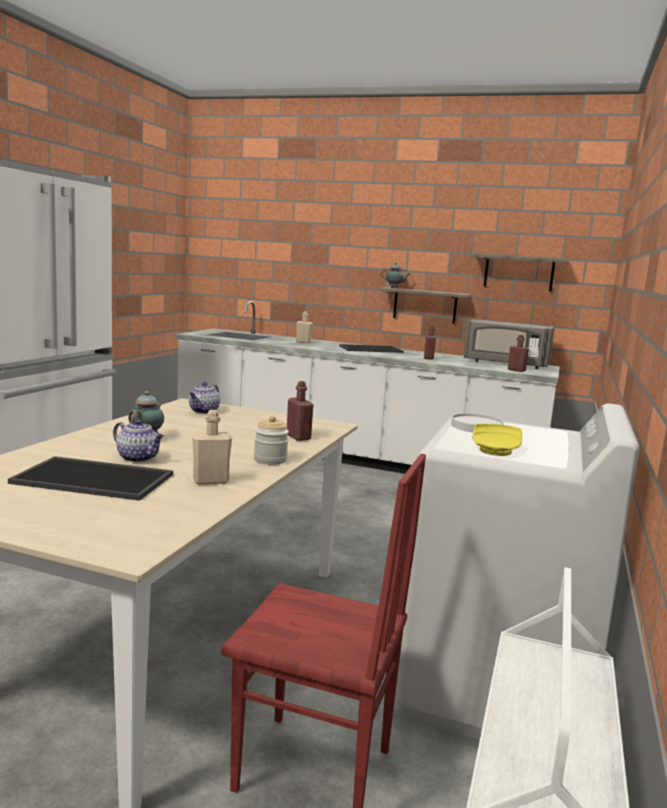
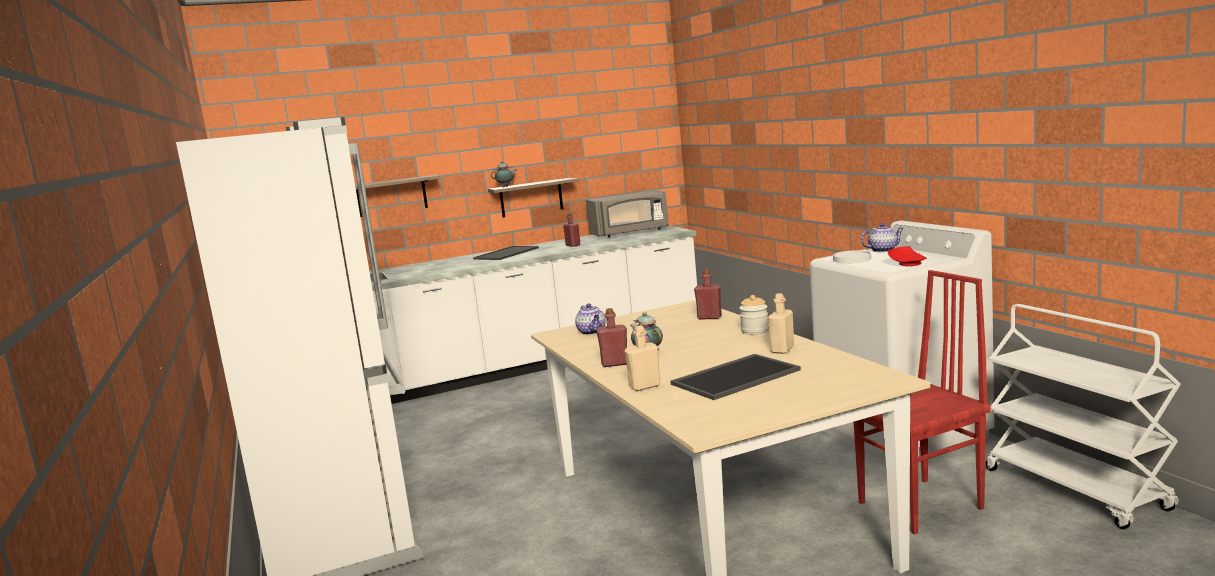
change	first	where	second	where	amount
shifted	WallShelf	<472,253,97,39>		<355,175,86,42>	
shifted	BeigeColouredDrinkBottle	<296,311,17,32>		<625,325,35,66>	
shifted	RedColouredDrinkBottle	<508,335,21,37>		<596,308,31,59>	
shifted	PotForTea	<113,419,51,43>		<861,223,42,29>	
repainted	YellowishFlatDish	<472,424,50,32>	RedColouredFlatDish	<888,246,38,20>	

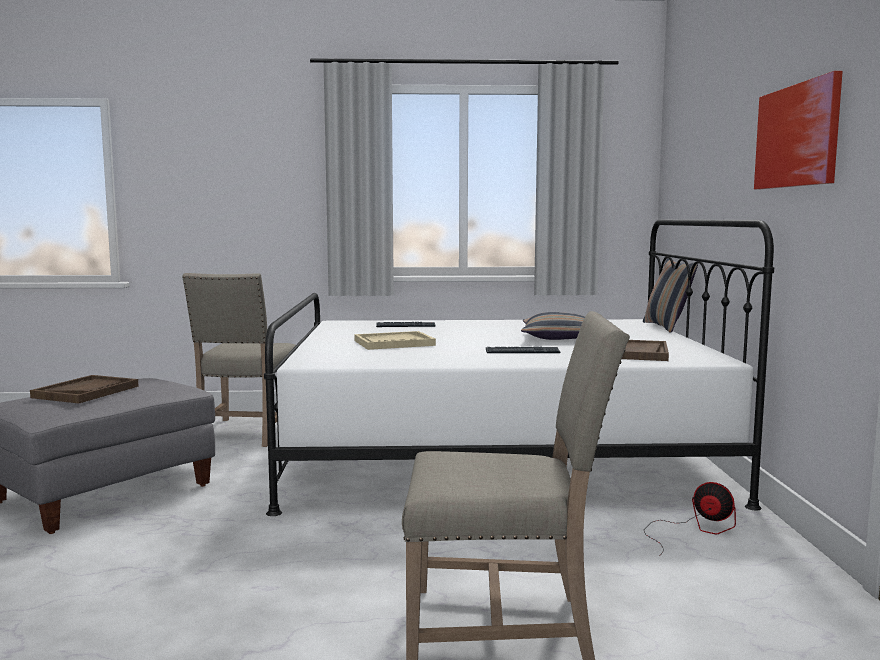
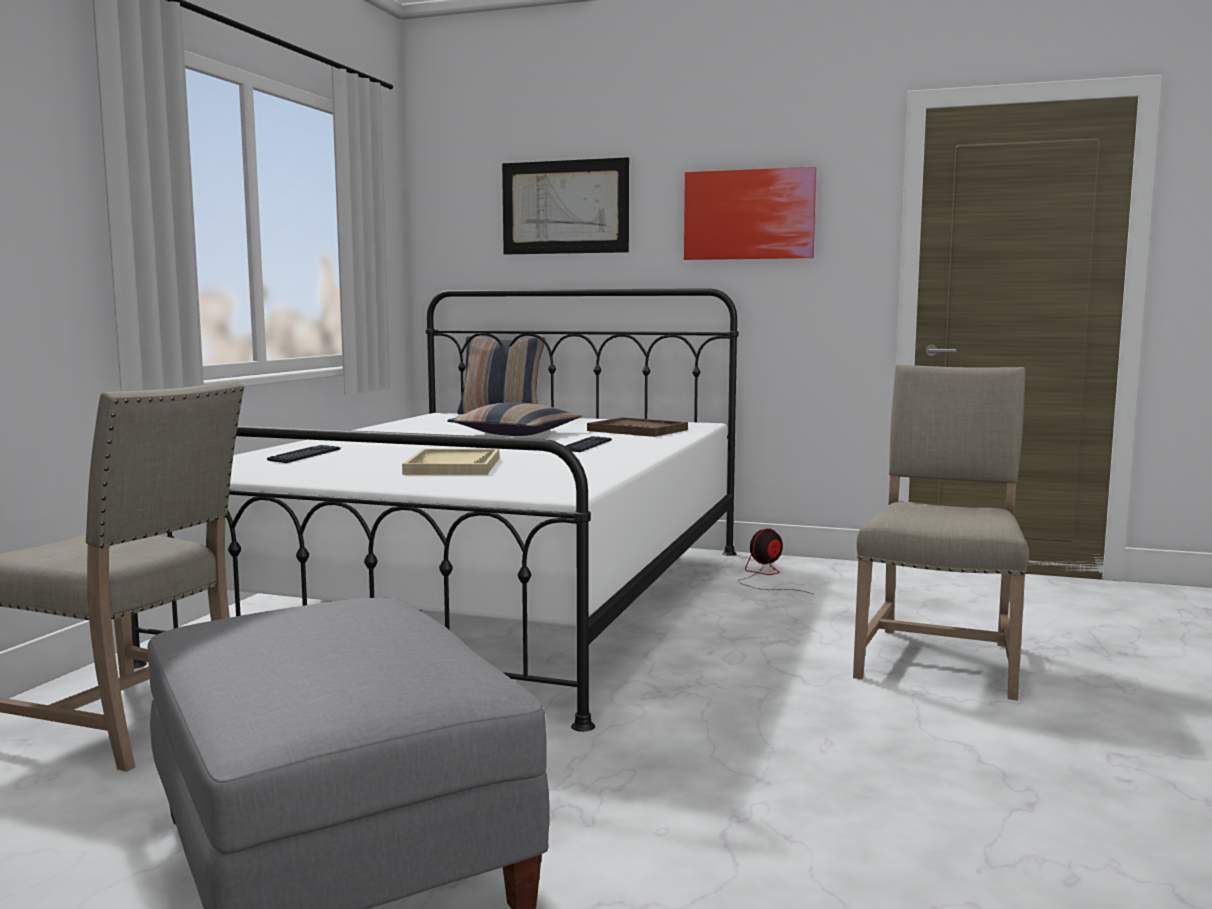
change	first	where	second	where	amount
gone	BrownColouredTray	<30,375,108,28>			
new			Picture	<502,157,127,97>	

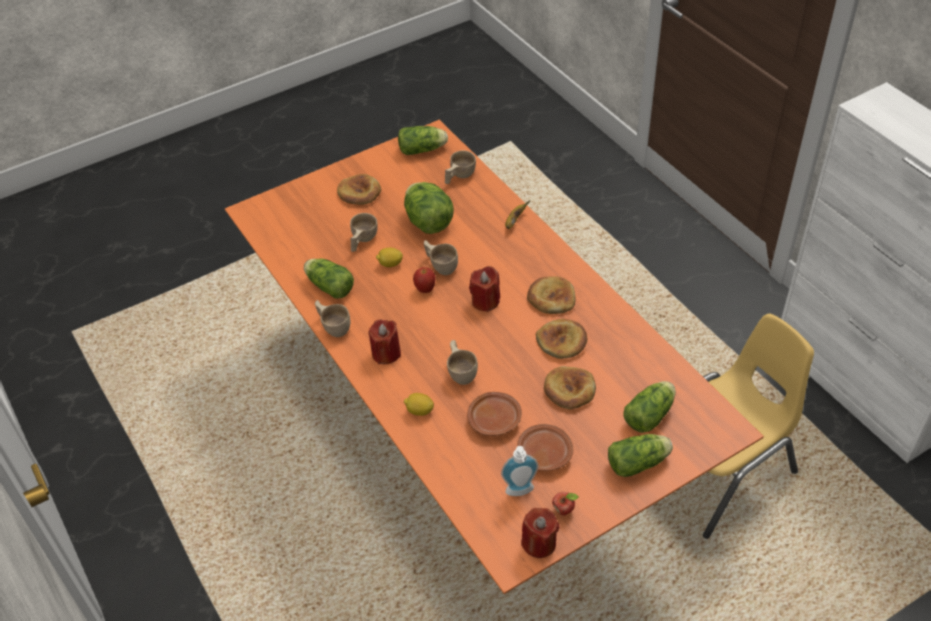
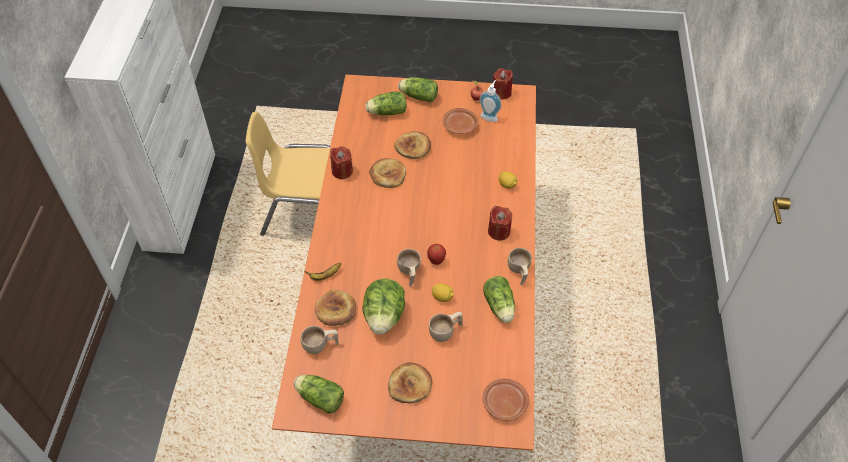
change	first	where	second	where	amount
shifted	RedColouredWaxLight	<469,266,31,46>		<330,146,23,33>	
shifted	Bread	<527,276,49,38>		<315,290,41,36>	
gone	BeigeColouredCup	<447,340,31,45>			
shifted	BrownColouredFlatDish	<467,392,55,44>		<483,379,46,42>	

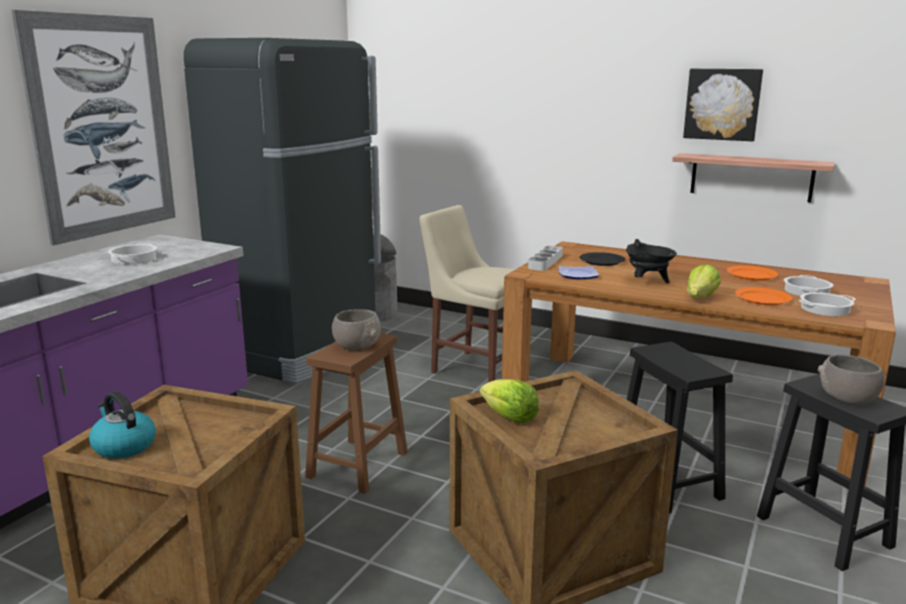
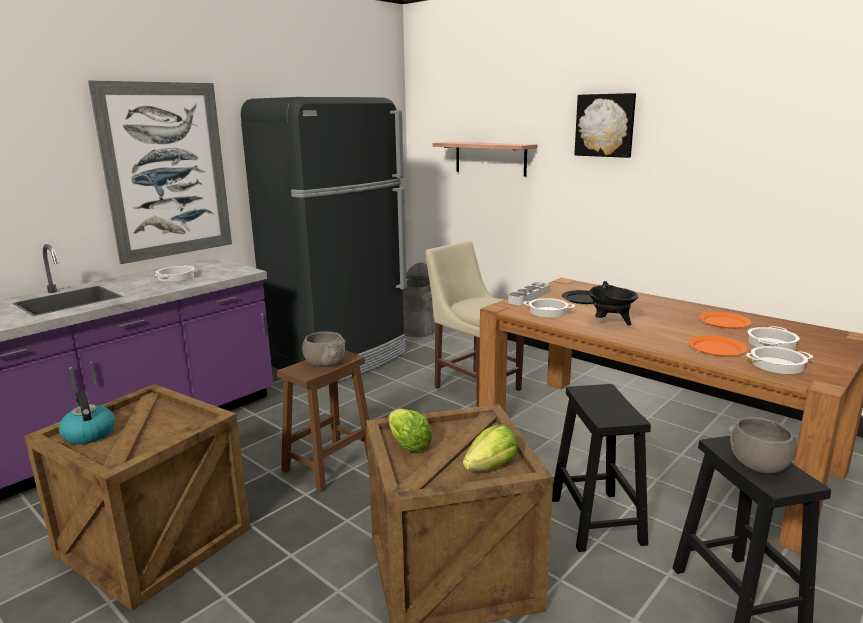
change	first	where	second	where	amount
shifted	Picture	<683,69,80,72>		<574,93,62,65>	
shifted	WallShelf	<672,153,163,50>		<432,142,105,35>	
shifted	Lettuce	<687,264,34,34>		<463,425,55,46>	
swapped	FlatDish	<558,266,41,13>	CookingPot	<523,298,52,20>	

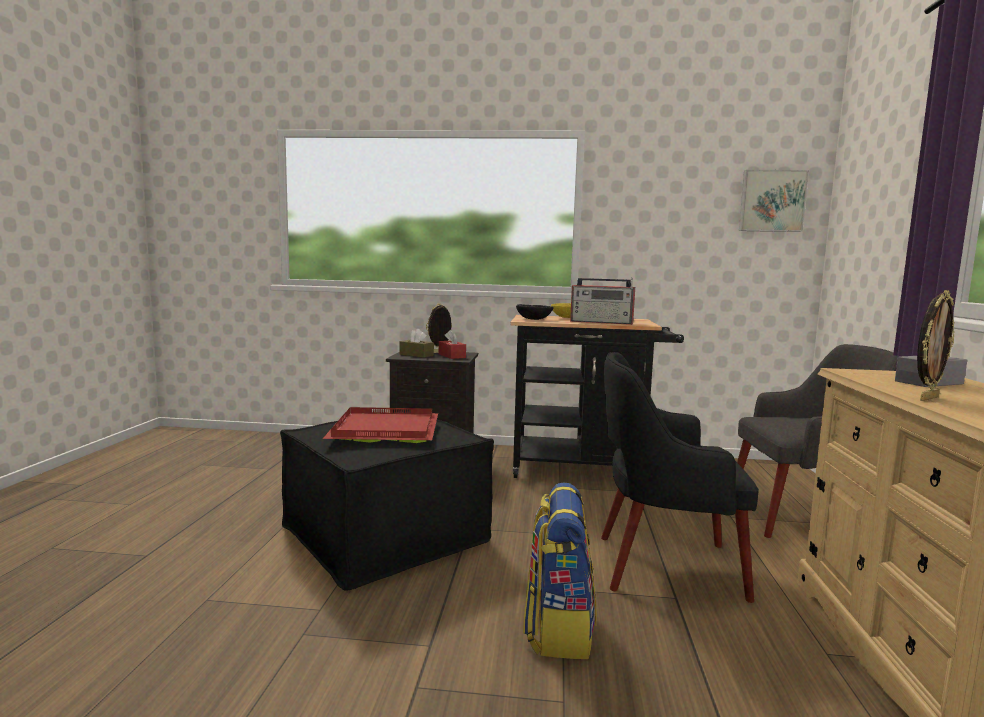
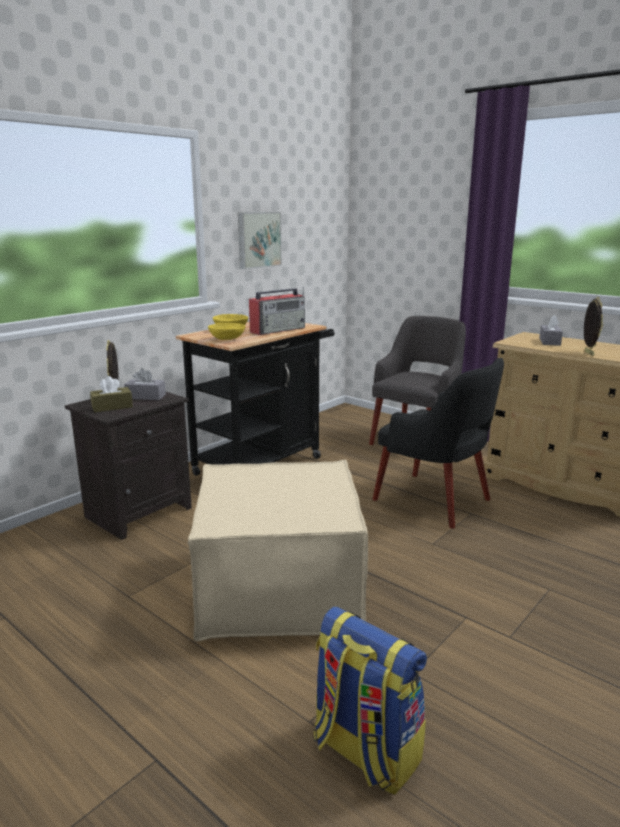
change	first	where	second	where	amount
shifted	Picture	<739,170,70,62>		<238,212,44,57>	
repainted	BlackishDeepDish	<516,304,37,16>	YellowishDeepDish	<208,323,38,17>	
repainted	RedColouredBoxOfTissues	<439,330,27,29>	GreyishBoxOfTissues	<124,368,42,32>	
rotated	BlackishArmchair	<601,352,158,251>		<373,358,131,171>	90 degrees counterclockwise
gone	RedColouredTray	<323,407,115,36>			
repainted	BlackishPouffe	<280,410,214,181>	BeigeColouredPouffe	<188,460,180,182>	
shifted	Backpack	<523,483,74,176>		<313,607,114,188>	

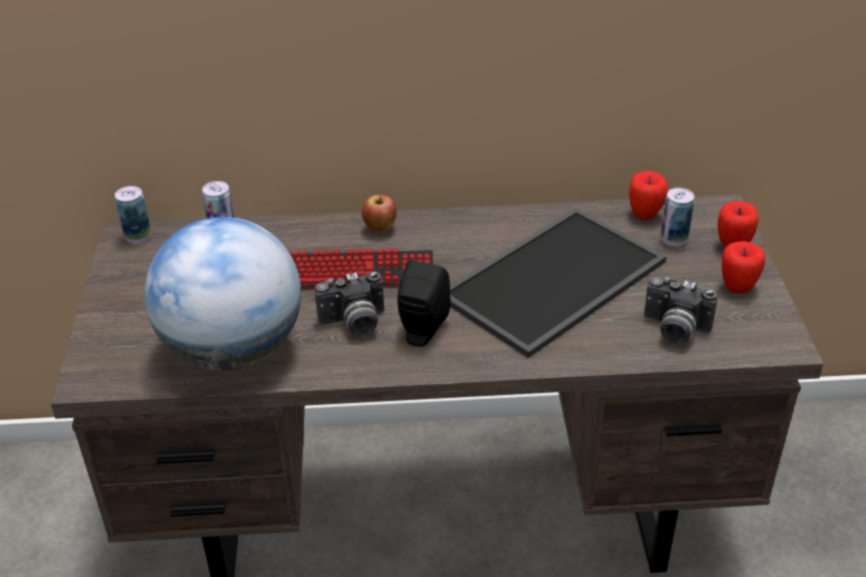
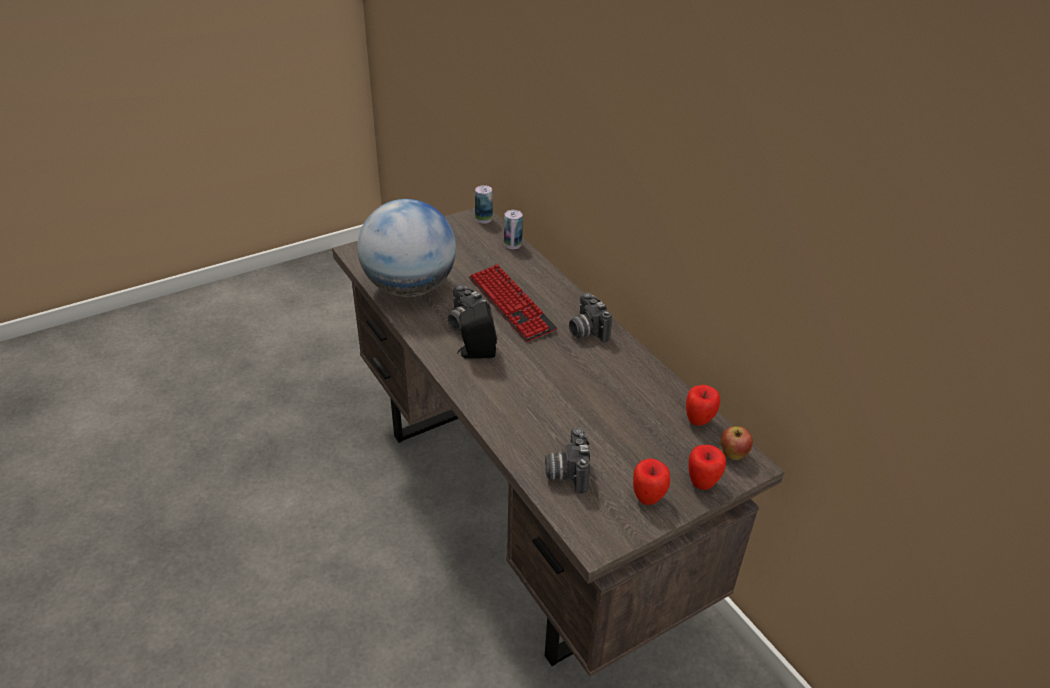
change	first	where	second	where	amount
gone	SealedCan	<661,188,33,58>			
shifted	AppleFruit	<362,195,35,37>		<721,426,32,34>	
gone	Tray	<450,208,217,150>			
new			PhotoCamera	<569,292,43,50>	

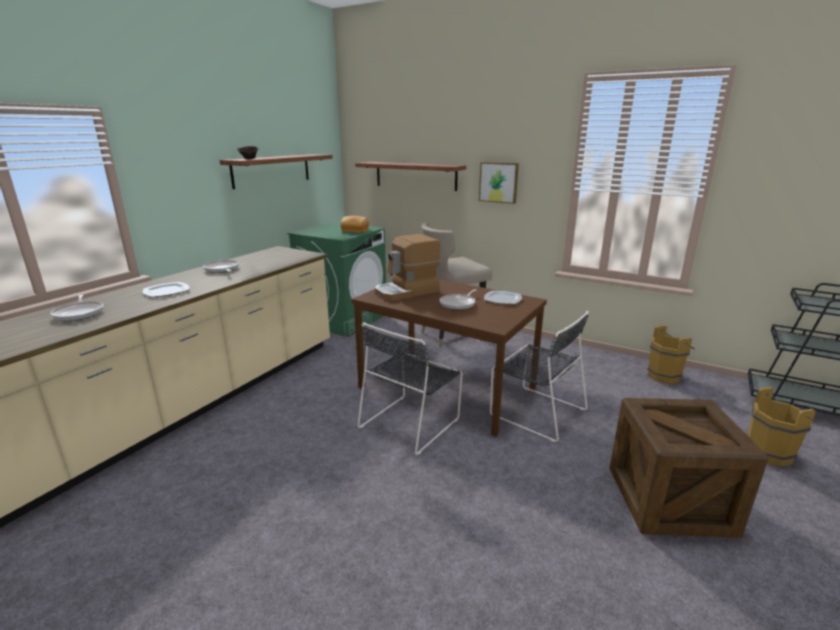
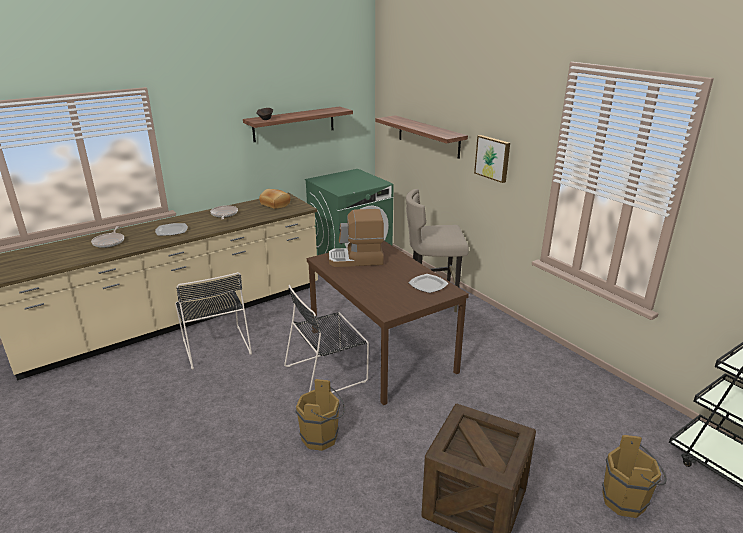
change	first	where	second	where	amount
shifted	Bread	<341,216,28,17>		<259,189,32,20>	
gone	FryingPan	<440,289,37,21>			
shifted	BlackishChair	<490,311,99,131>		<175,272,77,97>	
shifted	BrownColouredWaterBucket	<648,325,47,59>		<295,379,50,72>	

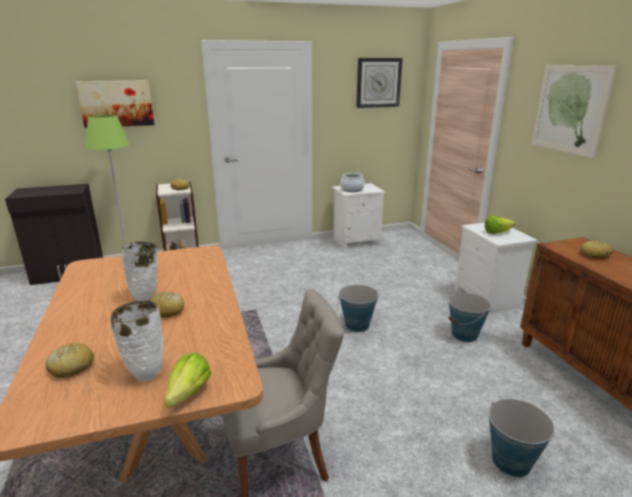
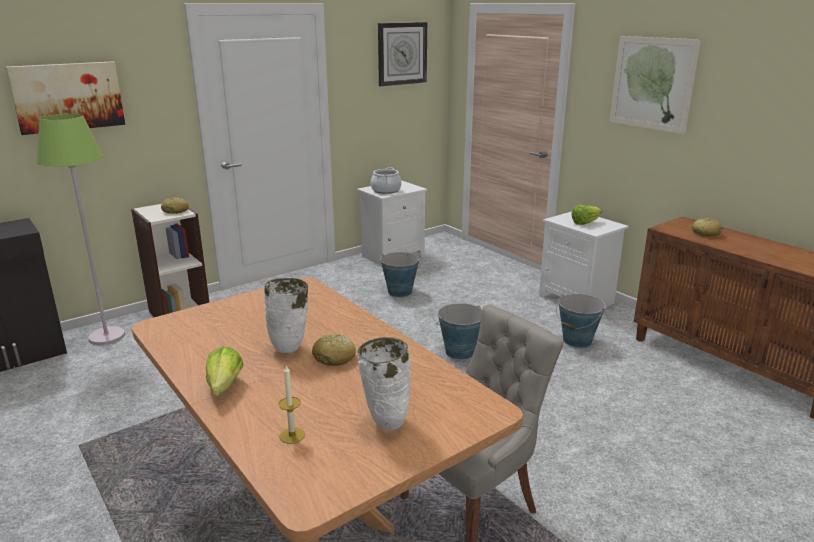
change	first	where	second	where	amount
swapped	Bread	<45,343,49,35>	WaxLight	<278,365,27,79>	
shifted	Lettuce	<164,353,47,55>		<206,346,37,50>	
shifted	WaterBucket	<489,399,66,78>		<380,252,40,45>	

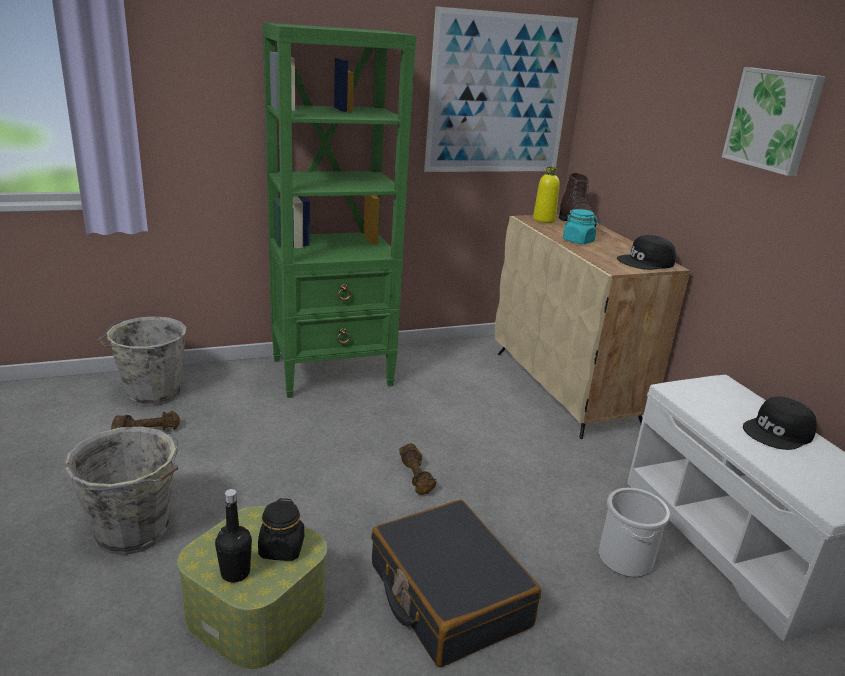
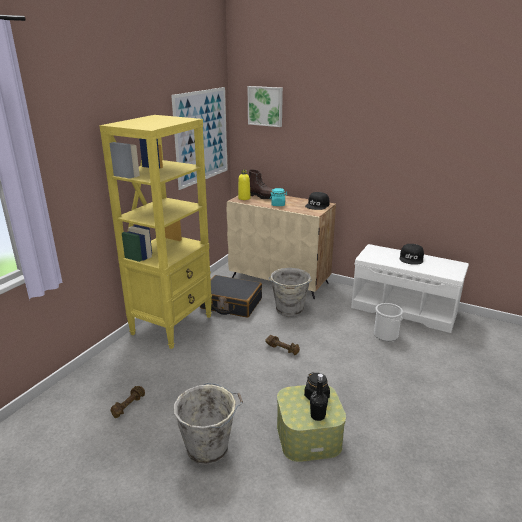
change	first	where	second	where	amount
repainted	GreenishShelvingUnit	<263,23,153,375>	YellowishShelvingUnit	<99,115,113,234>	
shifted	Picture	<722,67,104,109>		<248,86,35,41>	
shifted	GreyishWaterBucket	<97,316,90,90>		<268,268,44,49>	
shifted	BlackishTravelCase	<371,500,170,168>		<200,275,62,43>	

